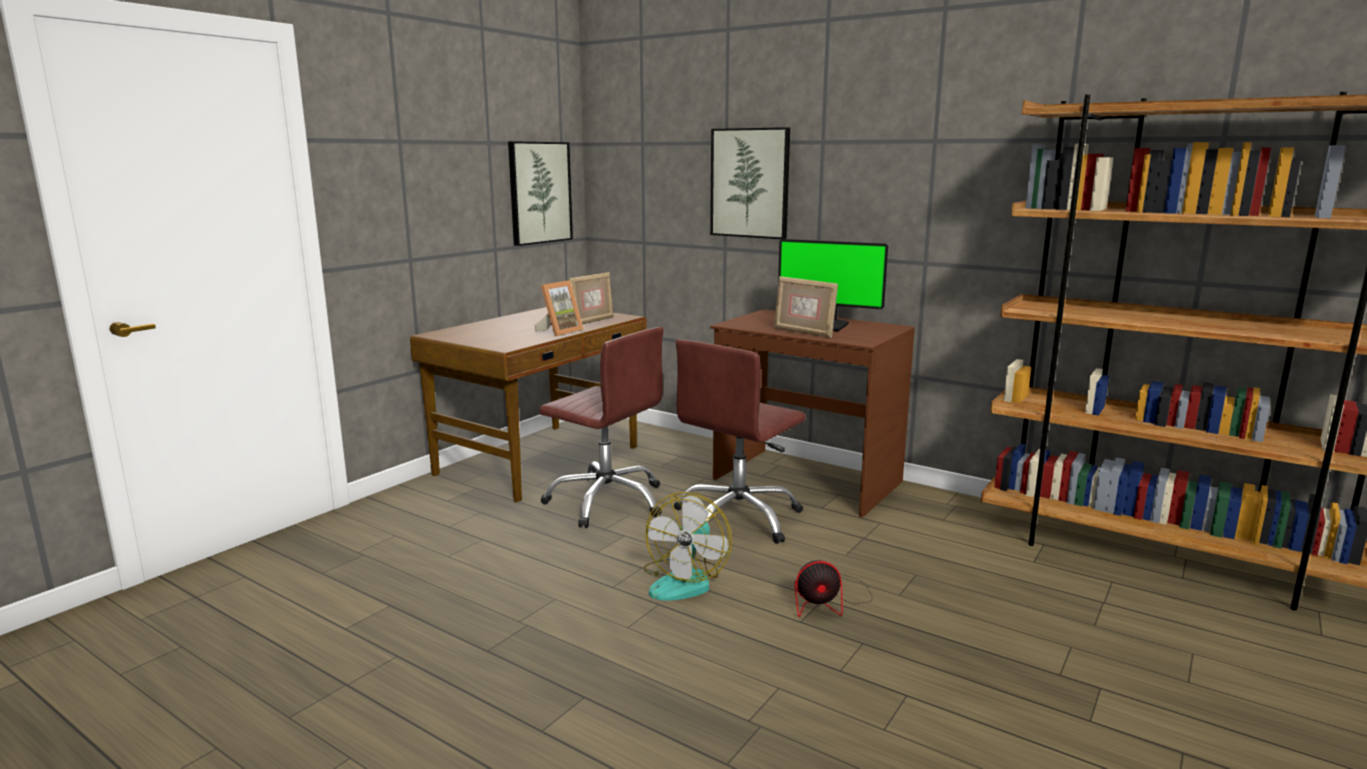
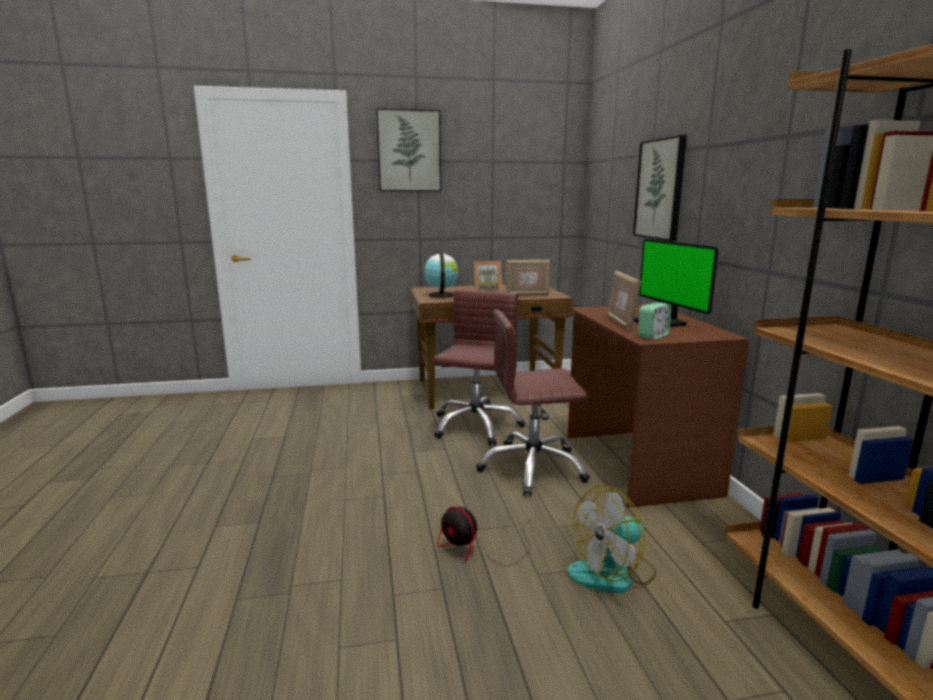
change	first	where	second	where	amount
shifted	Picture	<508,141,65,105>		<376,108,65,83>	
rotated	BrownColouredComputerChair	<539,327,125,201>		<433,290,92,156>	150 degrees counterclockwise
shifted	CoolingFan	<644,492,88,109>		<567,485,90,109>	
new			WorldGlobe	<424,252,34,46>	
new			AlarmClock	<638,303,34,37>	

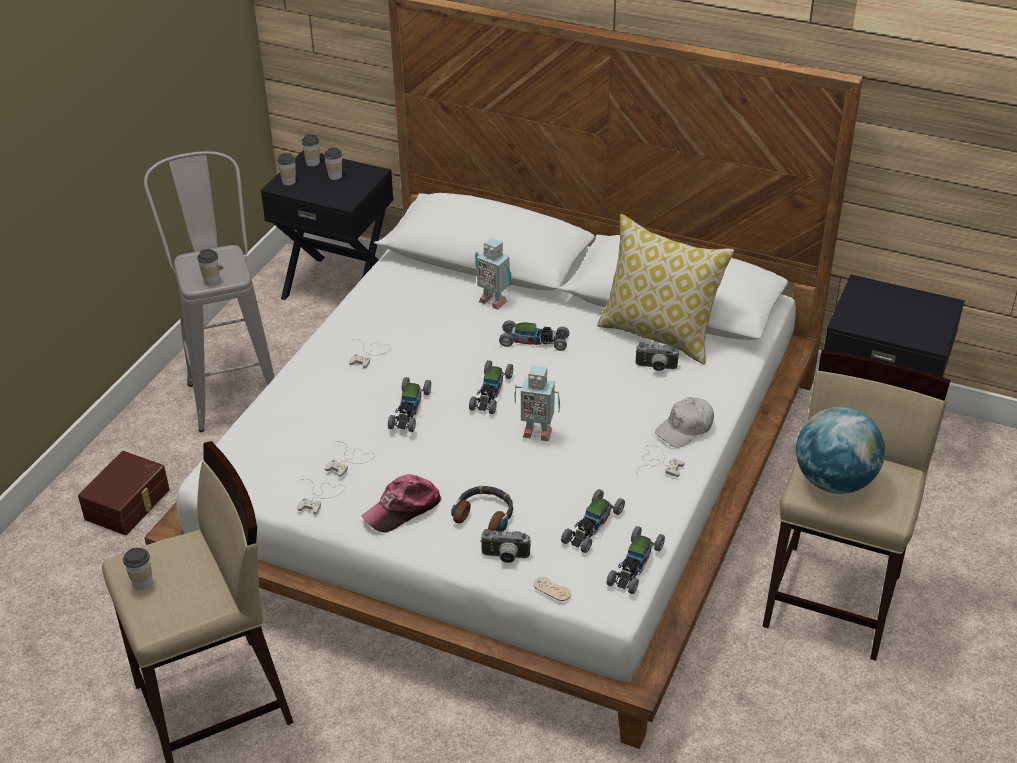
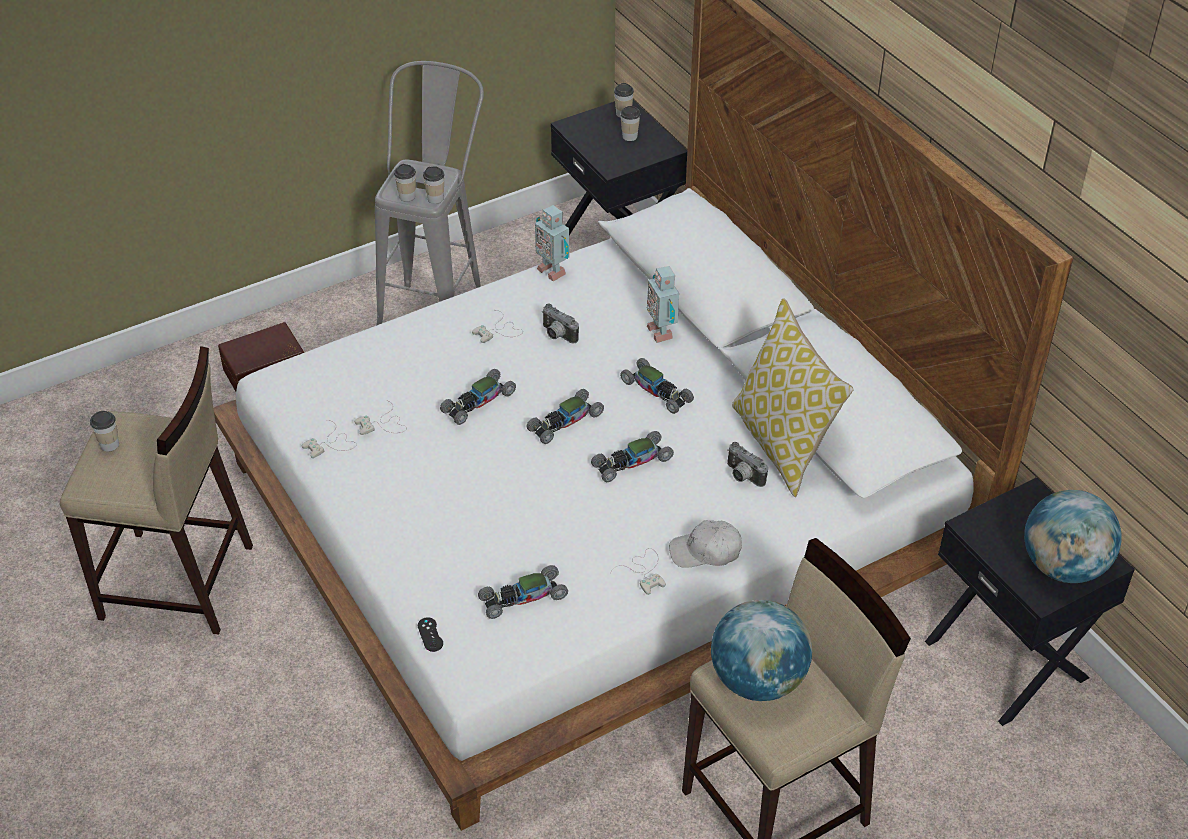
change	first	where	second	where	amount
shifted	Cup	<277,153,19,33>		<423,166,21,38>	
shifted	ToyRobot	<514,366,46,75>		<535,205,34,76>	
gone	Cap	<362,474,80,59>			
gone	Headphones	<451,486,62,46>			
shifted	ModelCar	<607,526,58,68>		<591,431,83,51>	
shifted	PhotoCamera	<480,529,51,34>		<542,304,37,40>	
repainted	BeigeColouredJoypad	<534,577,37,24>	BlackishJoypad	<418,617,25,35>	
new			WorldGlobe	<1024,490,98,93>	

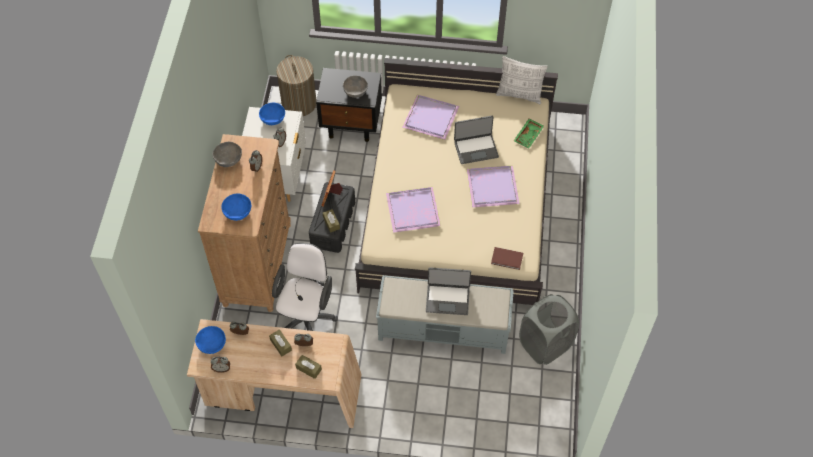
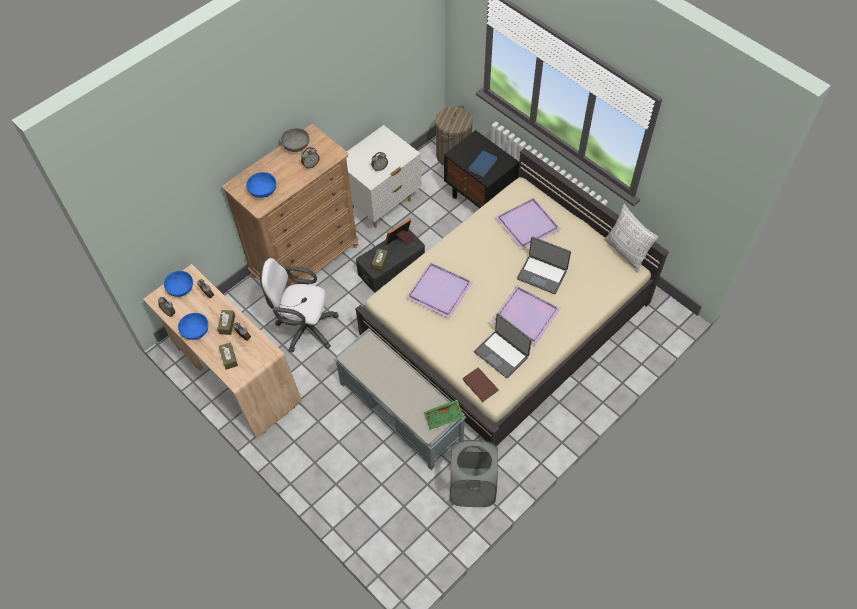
change	first	where	second	where	amount
swapped	GreyishDeepDish	<343,76,25,22>	BlueColouredBook	<468,151,30,26>	
shifted	BlueColouredDeepDish	<259,103,26,22>		<178,313,30,27>	
shifted	GreenishTray	<514,119,30,29>		<424,400,40,30>	
rotated	WhiteComputerChair	<272,243,66,88>		<260,258,79,94>	135 degrees counterclockwise
shifted	NotebookComputer	<426,267,45,48>		<474,313,58,65>	

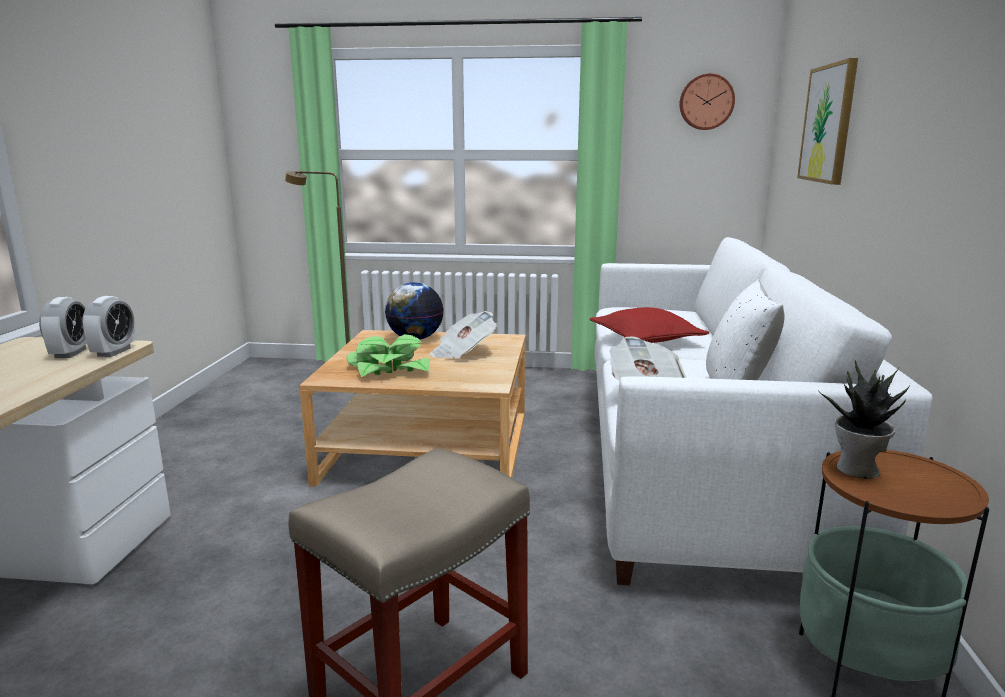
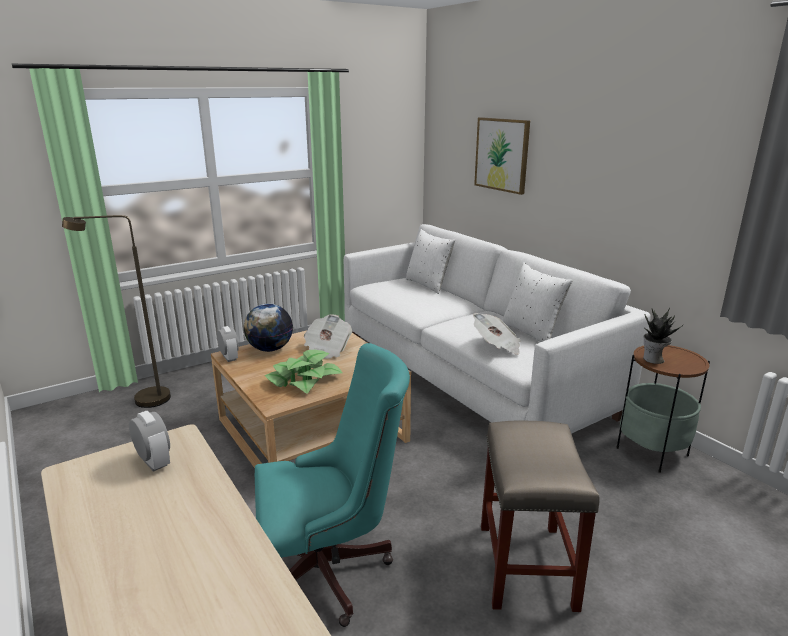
change	first	where	second	where	amount
gone	HangingClock	<679,73,56,57>			
shifted	AlarmClock	<82,296,53,61>		<217,326,22,36>	
gone	RedColouredThrowPillow	<589,307,121,36>			
new			WhiteThrowPillow	<406,229,49,65>	
new			TurquoiseColouredComputerChair	<255,343,155,284>	

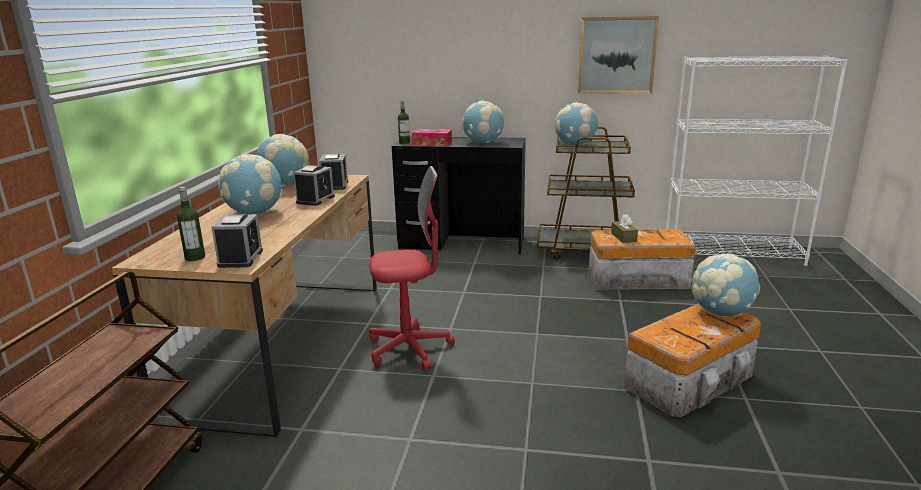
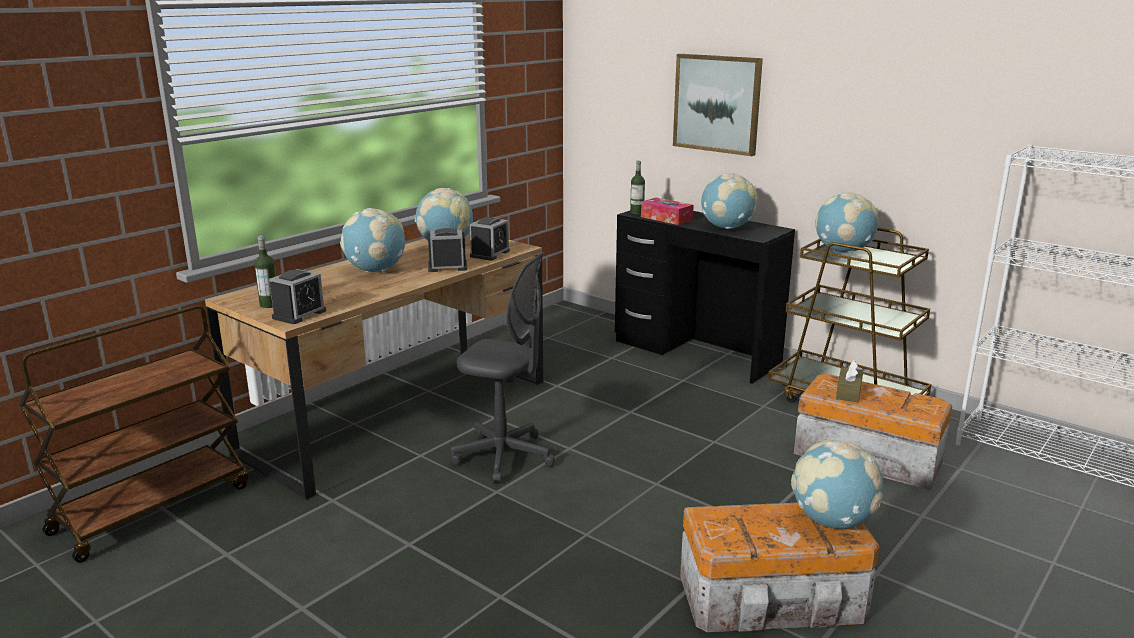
change	first	where	second	where	amount
shifted	Picture	<578,16,81,78>		<673,54,90,102>	
rotated	AlarmClock	<294,165,41,41>		<428,228,40,44>	150 degrees counterclockwise
repainted	RedColouredComputerChair	<369,166,86,205>	GreyishComputerChair	<451,252,104,232>	

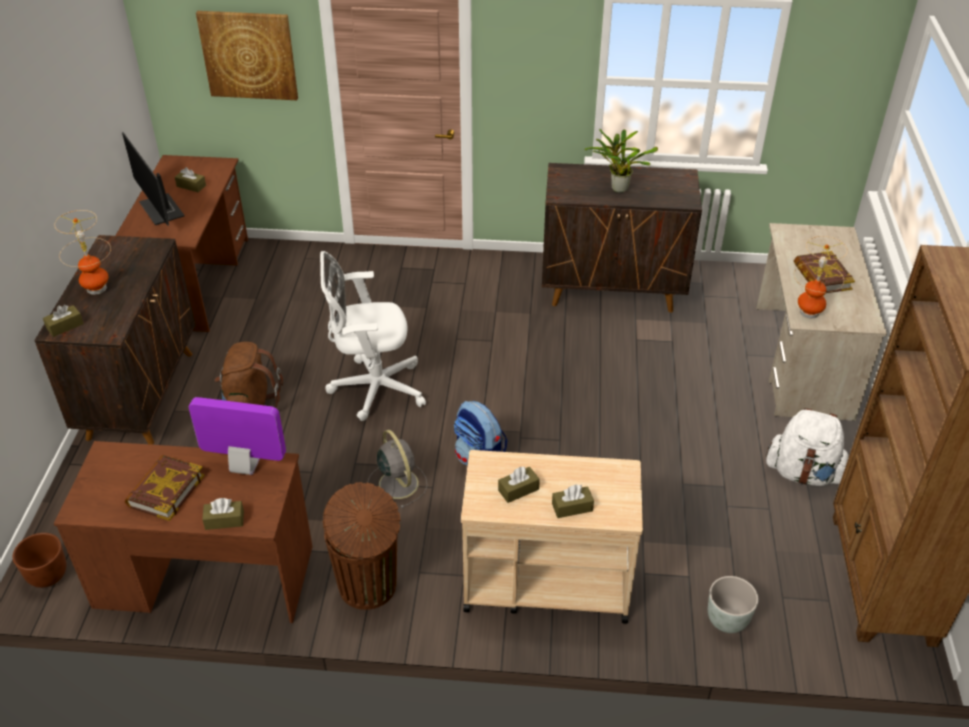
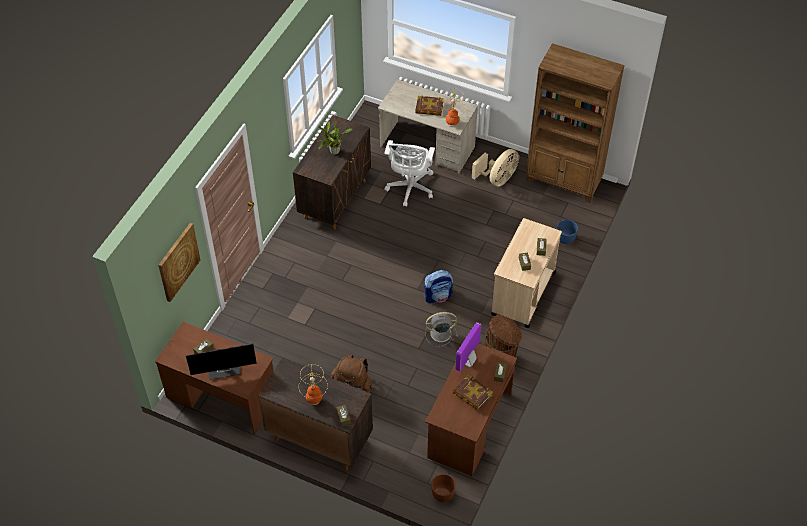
change	first	where	second	where	amount
shifted	WhiteComputerChair	<320,251,106,170>		<384,140,51,67>	
swapped	WhiteBackpack	<766,408,82,78>	BeigeColouredCoolingFan	<472,149,47,38>	
repainted	GreyishFlowerPot	<708,576,50,57>	BlueColouredFlowerPot	<557,219,21,25>	

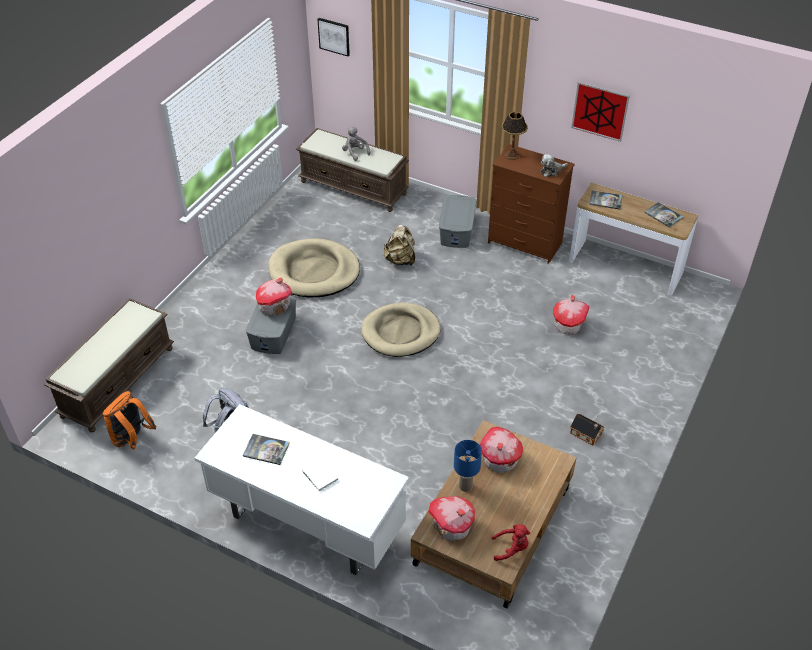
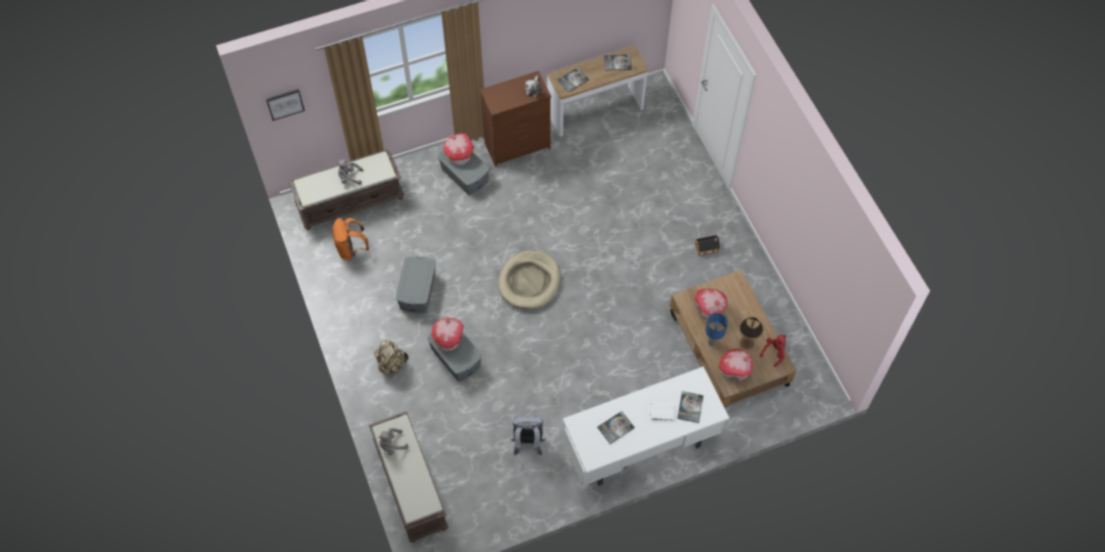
change	first	where	second	where	amount
gone	Picture	<571,82,59,60>			
shifted	TableLamp	<502,112,26,48>		<739,317,25,32>	
shifted	BeigeColouredBackpack	<384,225,31,41>		<374,340,34,35>	
swapped	BeigeColouredPetBed	<268,239,92,58>	GreyishStorageBin	<396,256,40,57>	
shifted	MiniatureHouse	<553,295,37,40>		<443,133,31,32>	
shifted	OrangeyBackpack	<102,391,55,59>		<332,218,37,42>	
new			Book	<677,391,27,32>	
new			GreyishCuddlyToy	<378,428,30,27>	

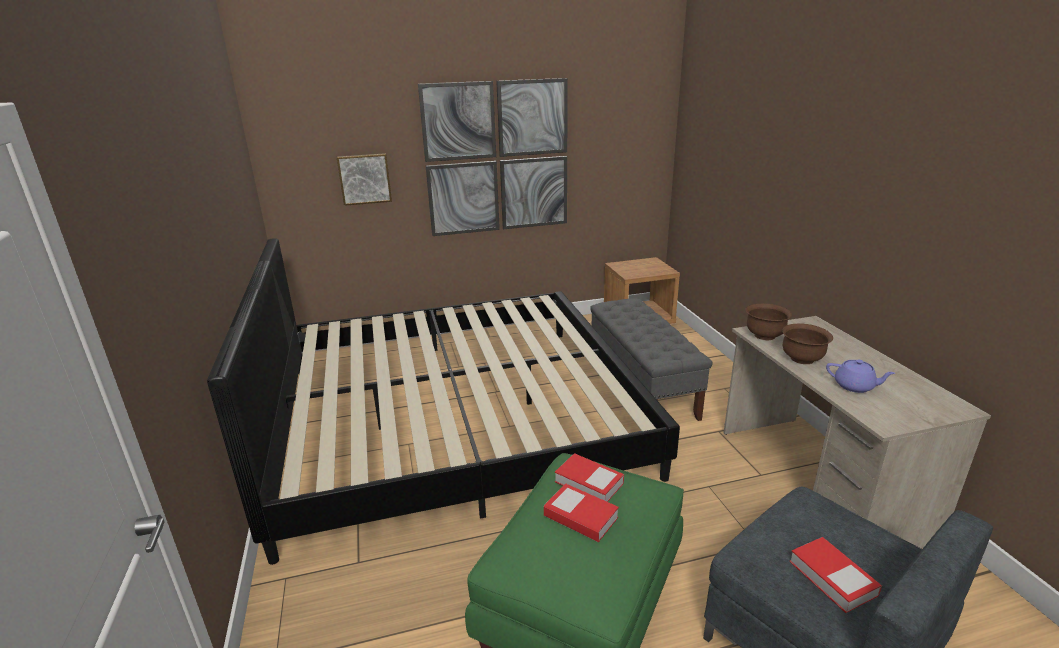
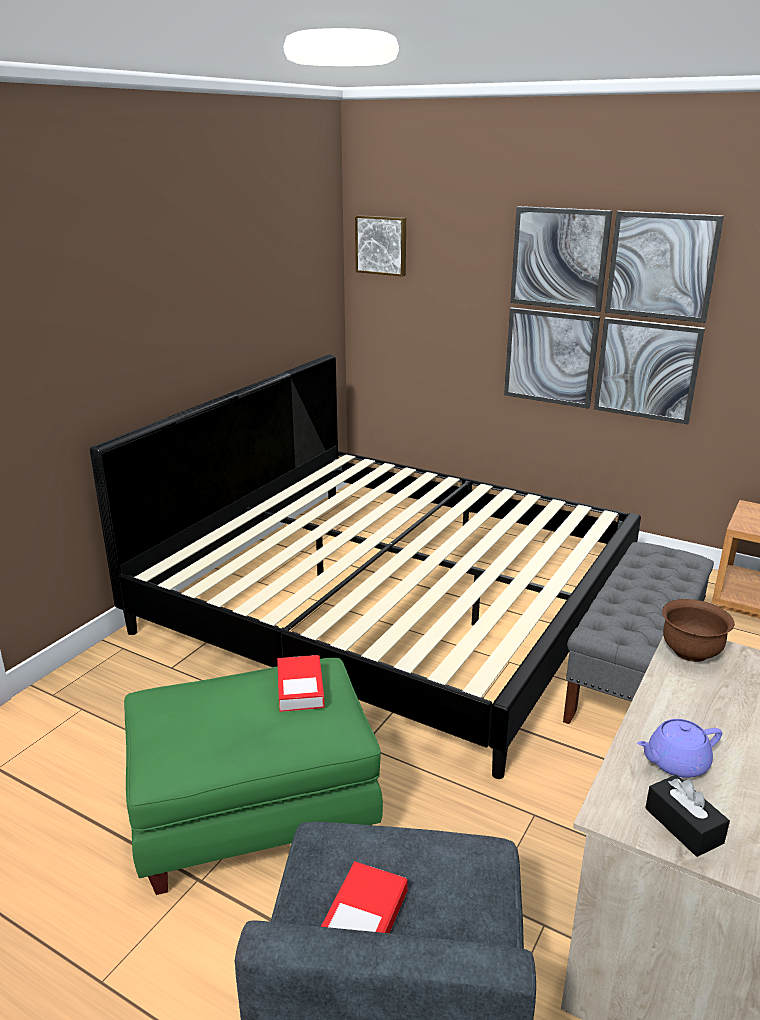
change	first	where	second	where	amount
shifted	Picture	<337,153,55,53>		<355,215,51,62>	
gone	BrownColouredDeepDish	<782,323,51,41>			
rotated	PurpleColouredPotForTea	<826,360,69,33>		<637,719,85,59>	90 degrees clockwise
gone	Book	<544,483,75,59>			
new			BlackishBoxOfTissues	<645,775,85,82>	

